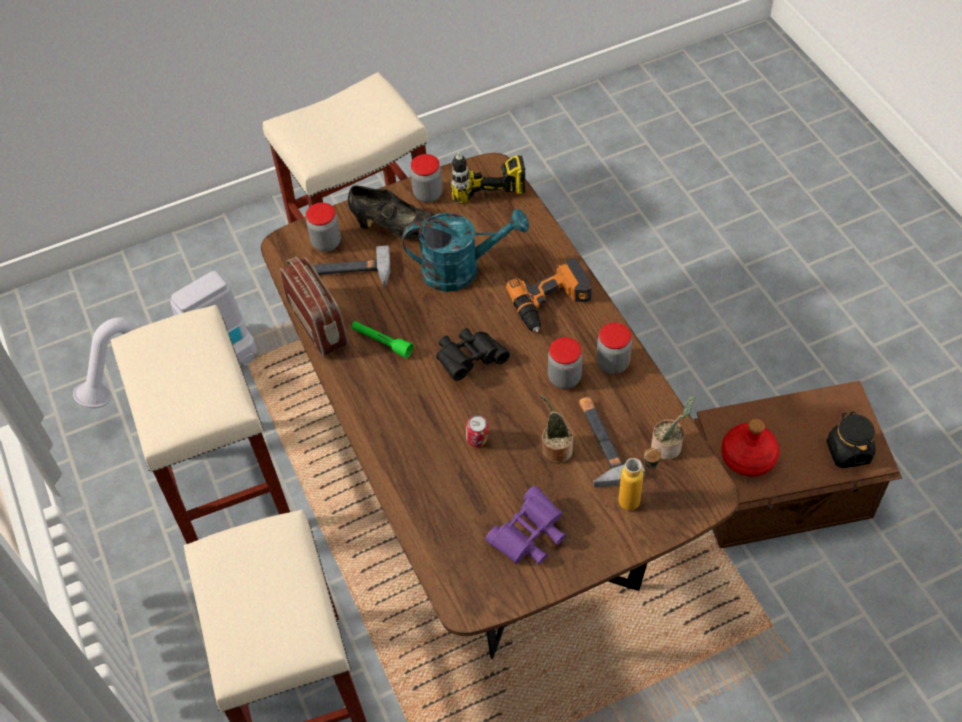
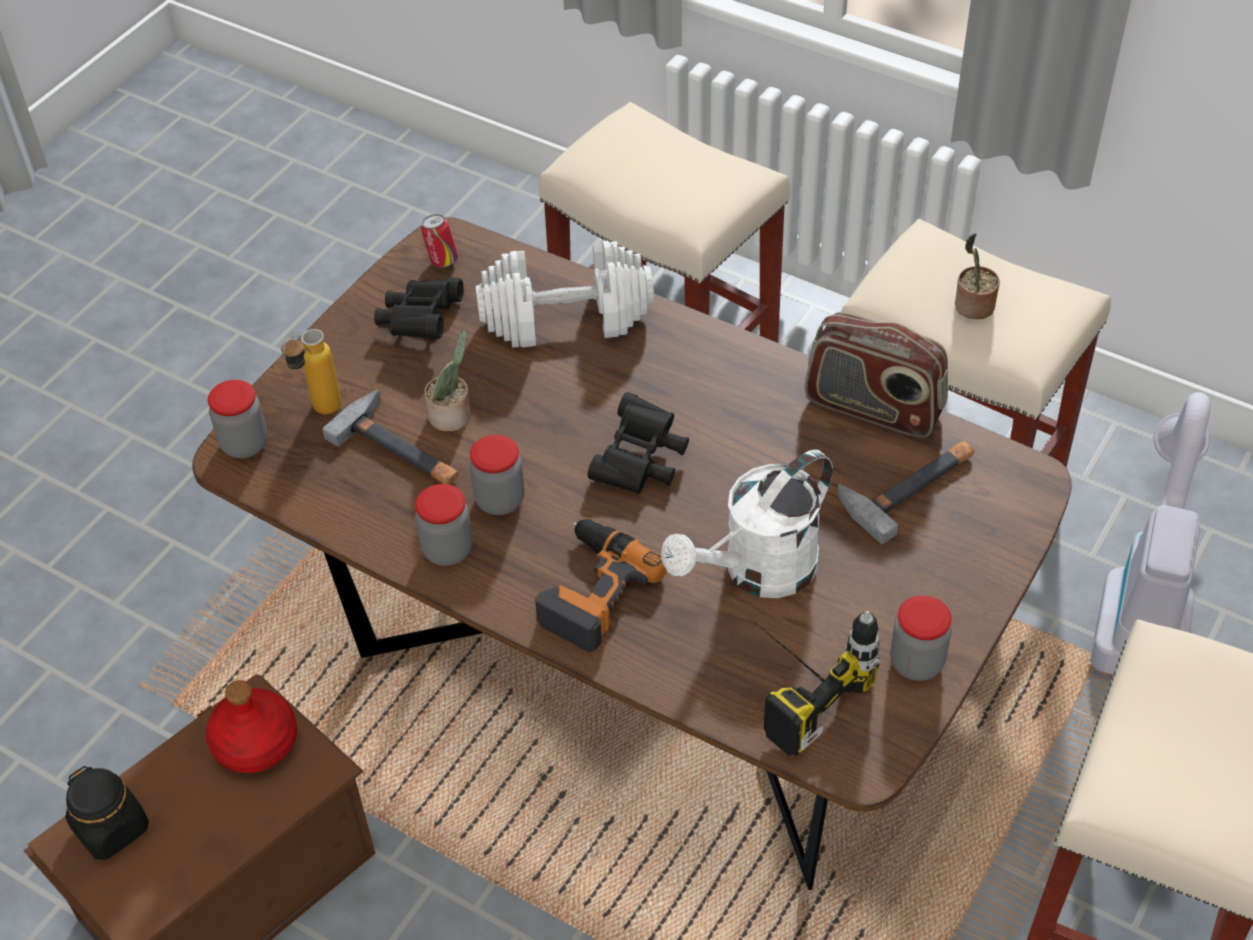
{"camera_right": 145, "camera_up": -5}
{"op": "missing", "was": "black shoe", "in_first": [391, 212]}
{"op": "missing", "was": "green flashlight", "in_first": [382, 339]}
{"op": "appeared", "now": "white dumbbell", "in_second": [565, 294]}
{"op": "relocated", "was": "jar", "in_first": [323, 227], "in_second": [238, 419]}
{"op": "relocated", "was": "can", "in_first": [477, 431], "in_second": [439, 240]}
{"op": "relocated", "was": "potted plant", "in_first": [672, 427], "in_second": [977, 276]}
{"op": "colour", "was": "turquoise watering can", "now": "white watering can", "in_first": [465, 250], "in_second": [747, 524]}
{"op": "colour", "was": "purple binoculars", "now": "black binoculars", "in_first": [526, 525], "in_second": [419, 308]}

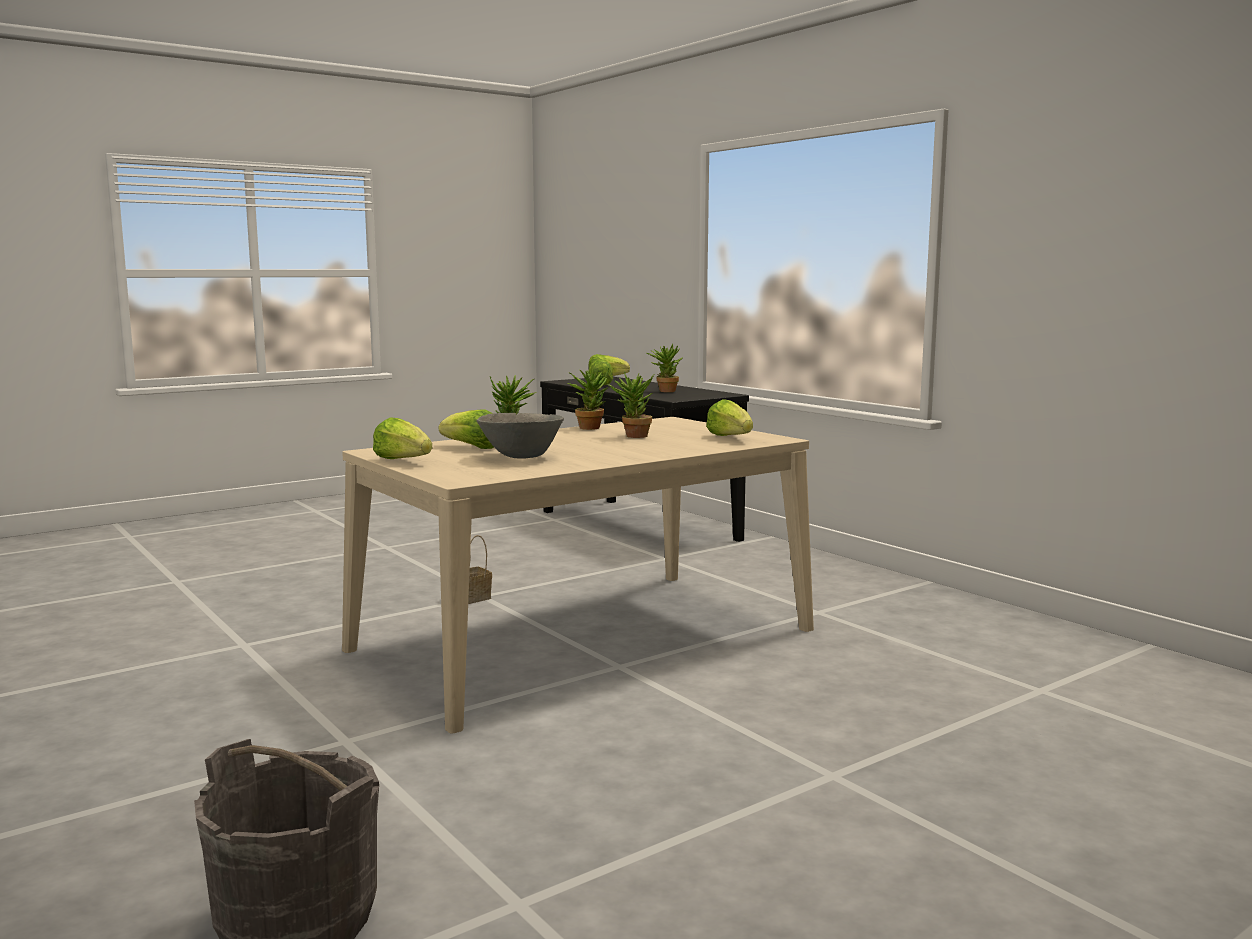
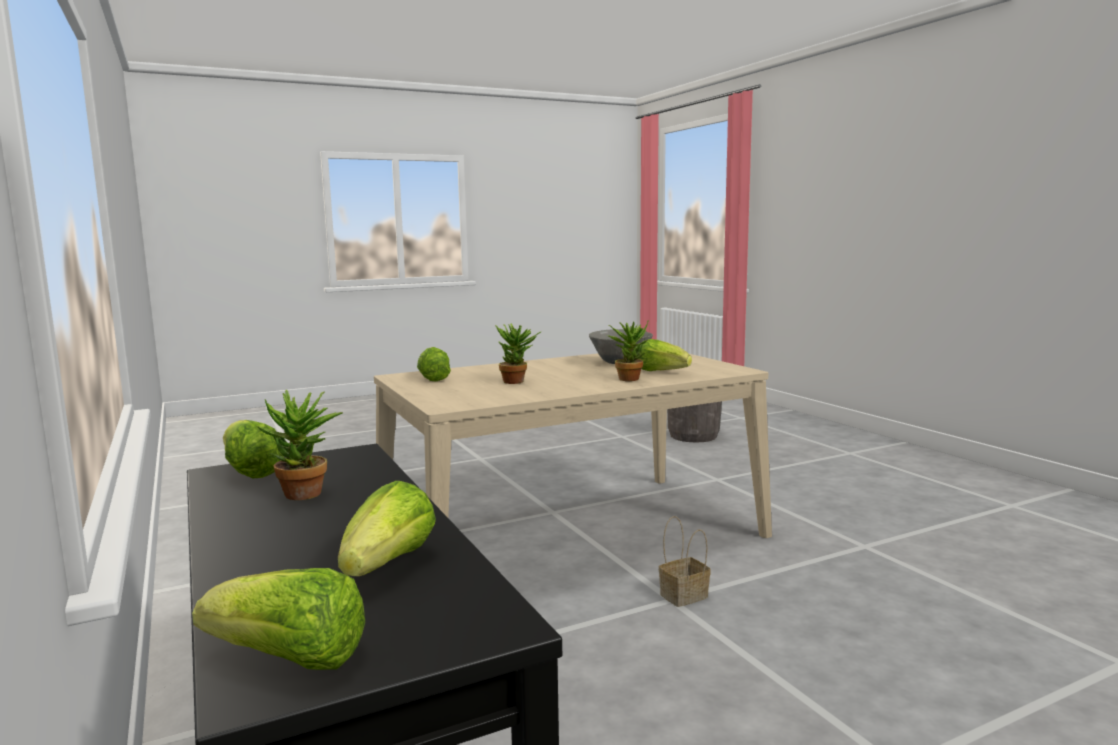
{"camera_right": -170, "camera_up": 0}
{"op": "missing", "was": "potted plant", "in_first": [588, 399]}
{"op": "relocated", "was": "lettuce", "in_first": [402, 438], "in_second": [253, 449]}

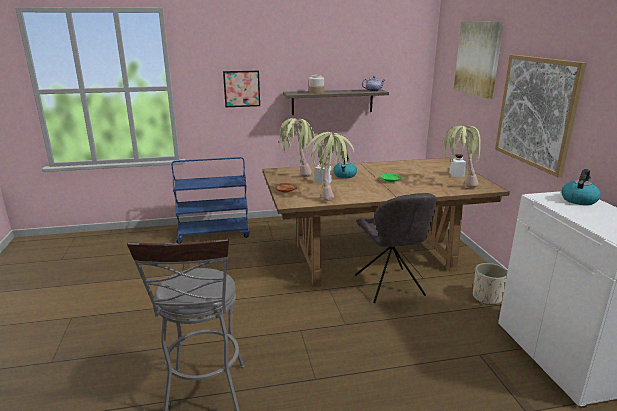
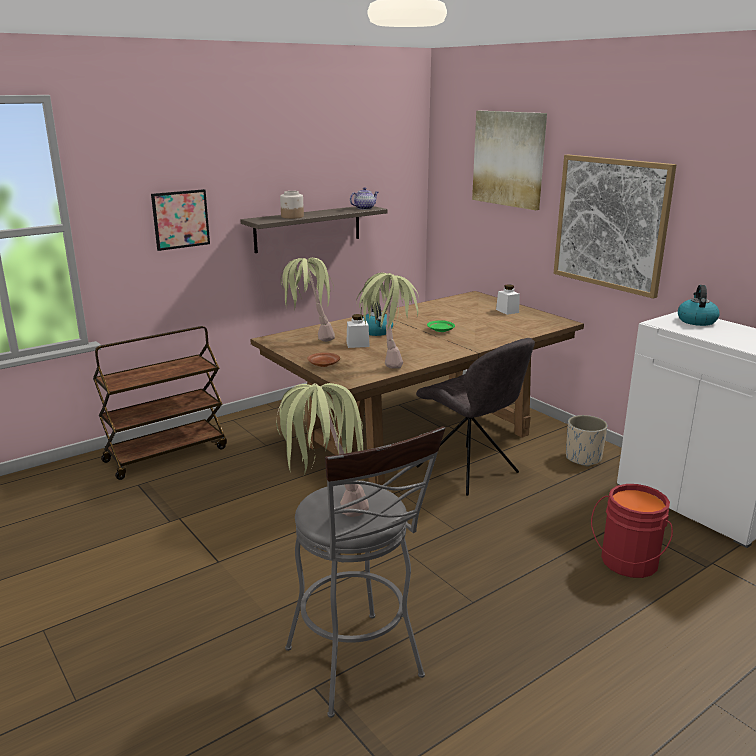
{"camera_right": -25, "camera_up": 0}
{"op": "appeared", "now": "red bucket", "in_second": [632, 531]}
{"op": "relocated", "was": "potted plant", "in_first": [461, 157], "in_second": [322, 450]}
{"op": "colour", "was": "blue cart", "now": "brown cart", "in_first": [211, 200], "in_second": [160, 403]}

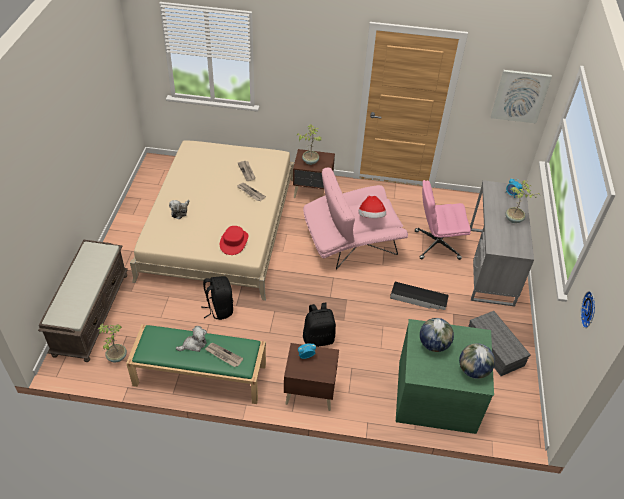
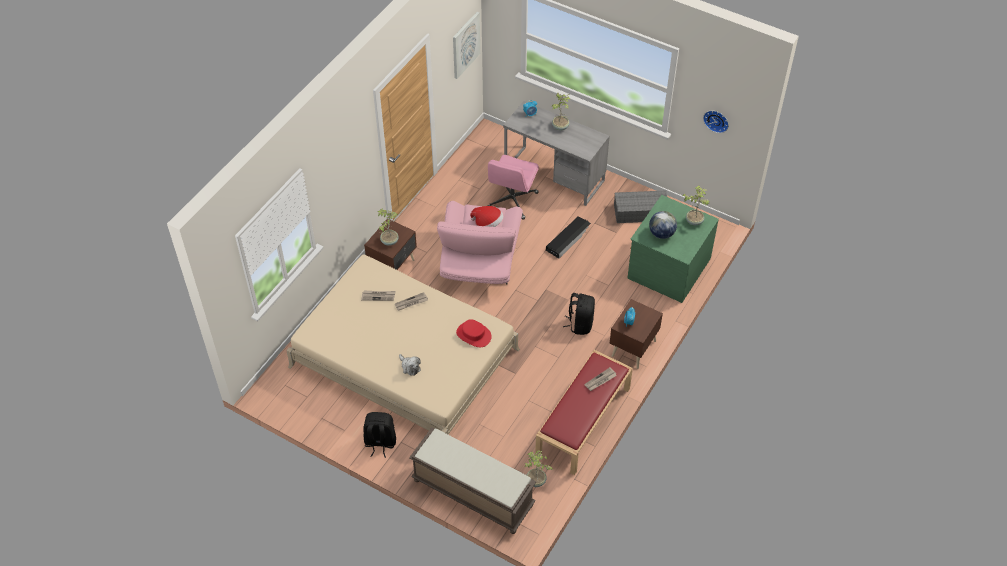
{"camera_right": -65, "camera_up": 5}
{"op": "missing", "was": "plush toy", "in_first": [191, 339]}
{"op": "relocated", "was": "black backpack", "in_first": [217, 298], "in_second": [379, 435]}
{"op": "exchanged", "was": "globe", "now": "potted plant", "in_first": [477, 361], "in_second": [696, 205]}
{"op": "colour", "was": "green bench", "now": "red bench", "in_first": [196, 364], "in_second": [584, 412]}

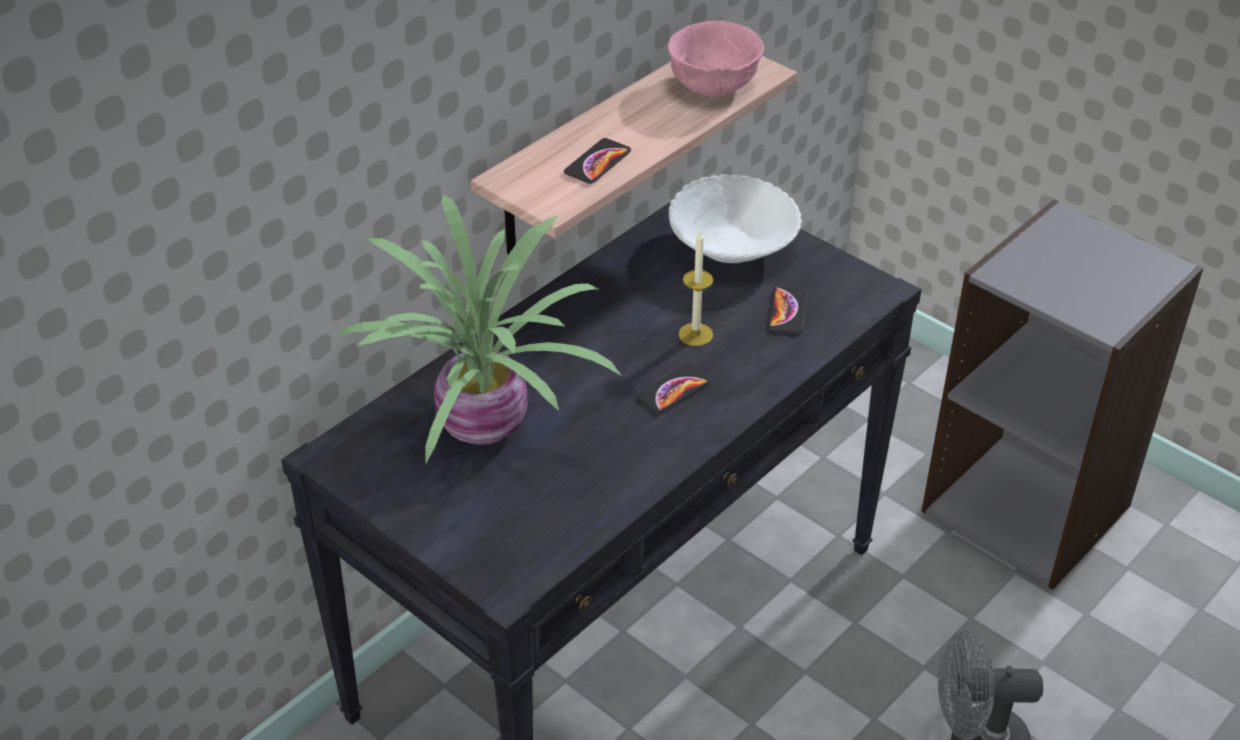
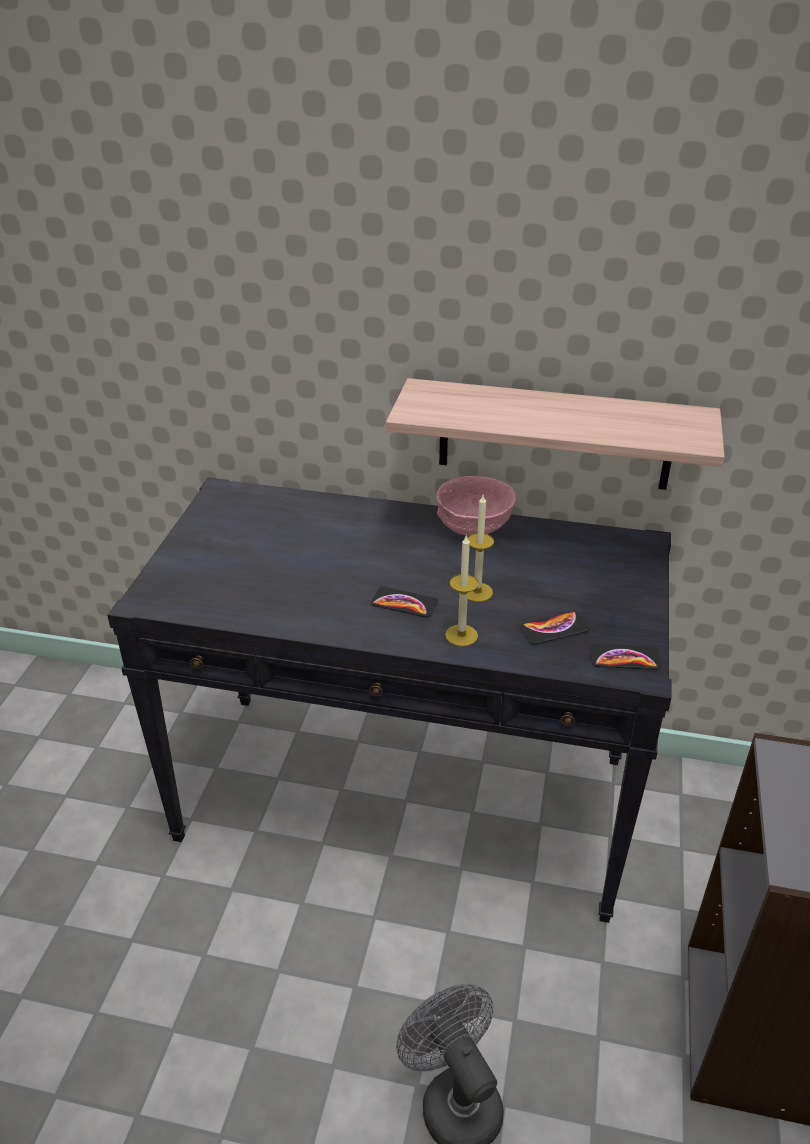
{"camera_right": 60, "camera_up": -5}
{"op": "missing", "was": "potted plant", "in_first": [477, 329]}
{"op": "missing", "was": "white bowl", "in_first": [735, 218]}
{"op": "appeared", "now": "candle", "in_second": [462, 590]}
{"op": "relocated", "was": "phone", "in_first": [597, 161], "in_second": [625, 656]}
{"op": "relocated", "was": "pink bowl", "in_first": [716, 58], "in_second": [476, 506]}

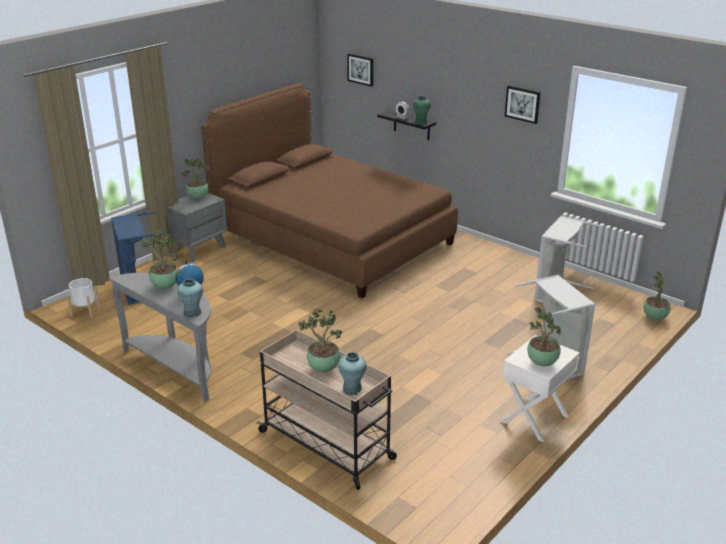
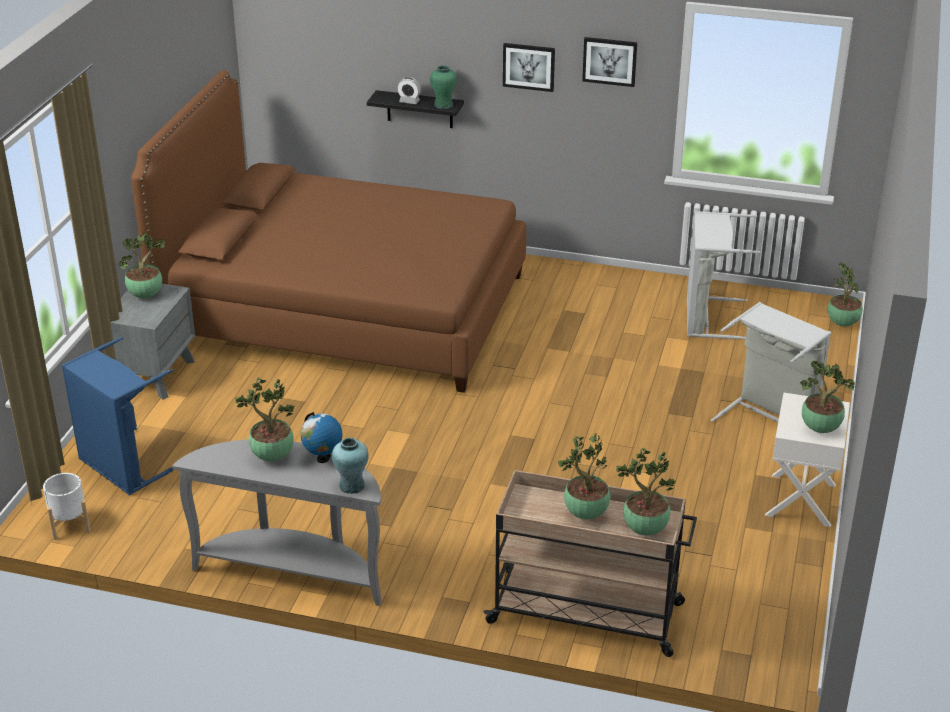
{"camera_right": -25, "camera_up": 5}
{"op": "relocated", "was": "picture", "in_first": [360, 70], "in_second": [529, 67]}
{"op": "exchanged", "was": "turquoise vase", "now": "potted plant", "in_first": [352, 373], "in_second": [646, 492]}

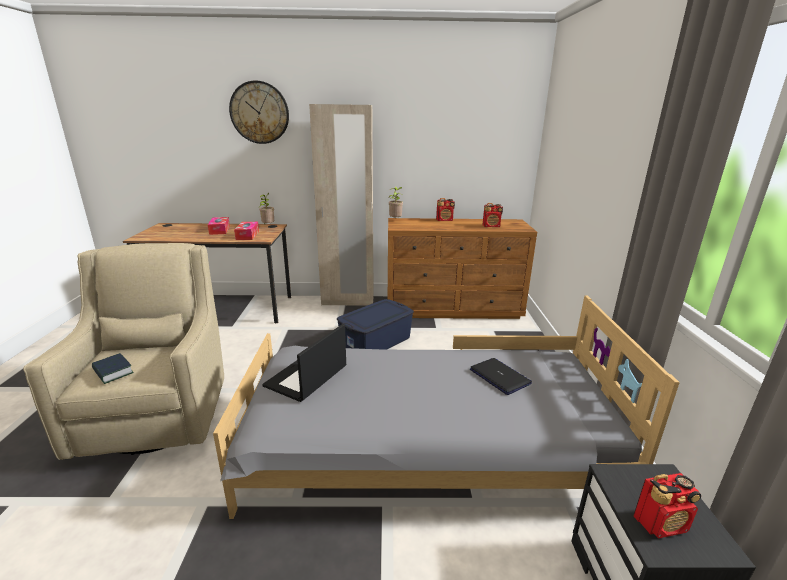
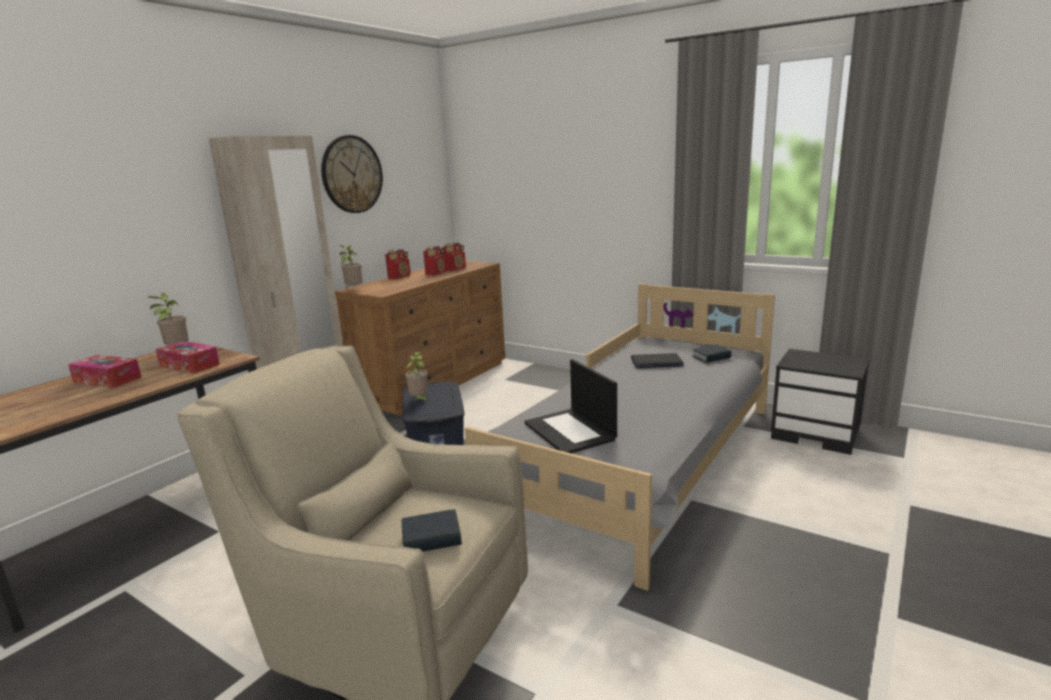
{"camera_right": -55, "camera_up": -5}
{"op": "appeared", "now": "potted plant", "in_second": [416, 377]}
{"op": "appeared", "now": "book", "in_second": [712, 353]}
{"op": "relocated", "was": "wall clock", "in_first": [259, 112], "in_second": [352, 174]}
{"op": "relocated", "was": "radio", "in_first": [667, 506], "in_second": [434, 260]}

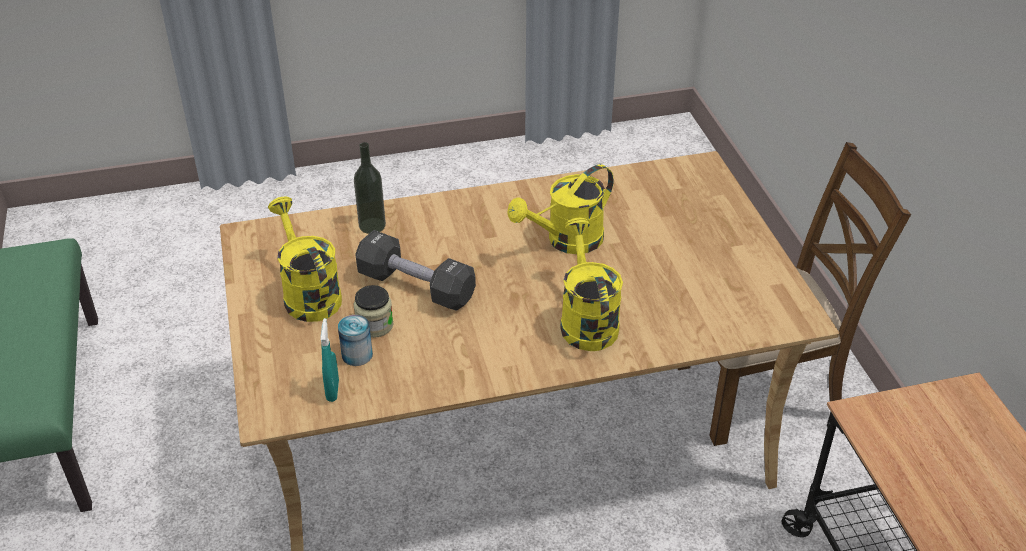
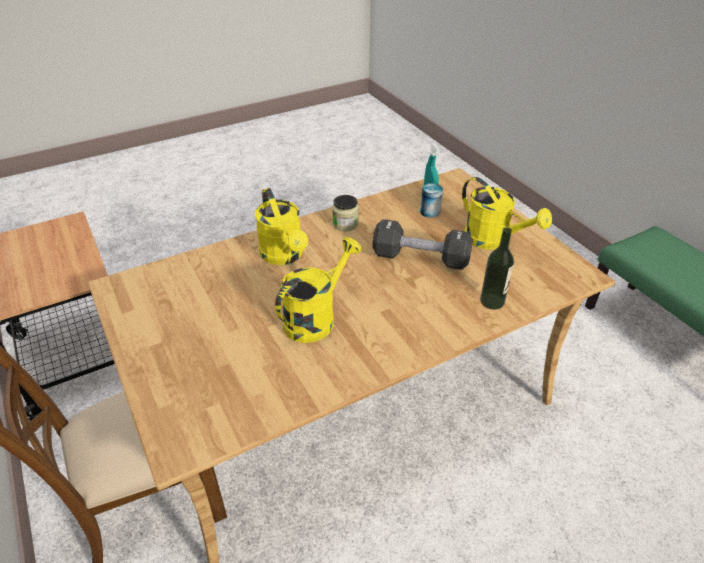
{"camera_right": 165, "camera_up": 0}
{"op": "relocated", "was": "jar", "in_first": [373, 311], "in_second": [345, 213]}

